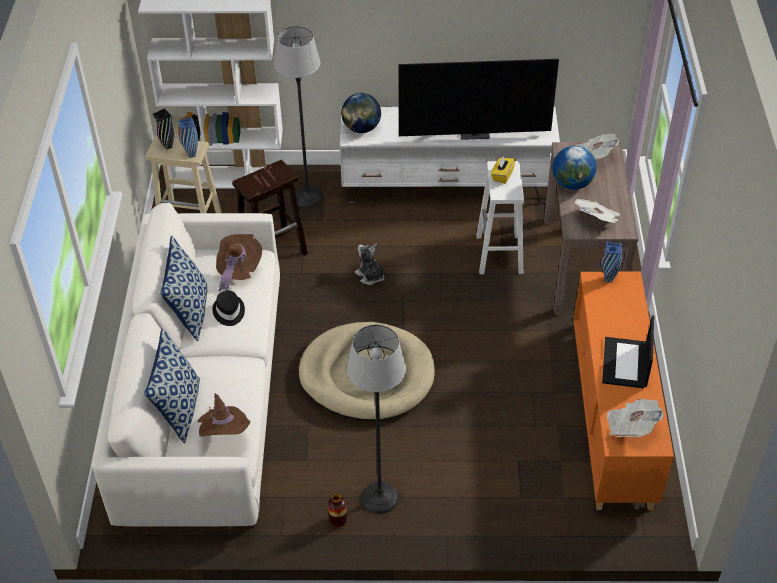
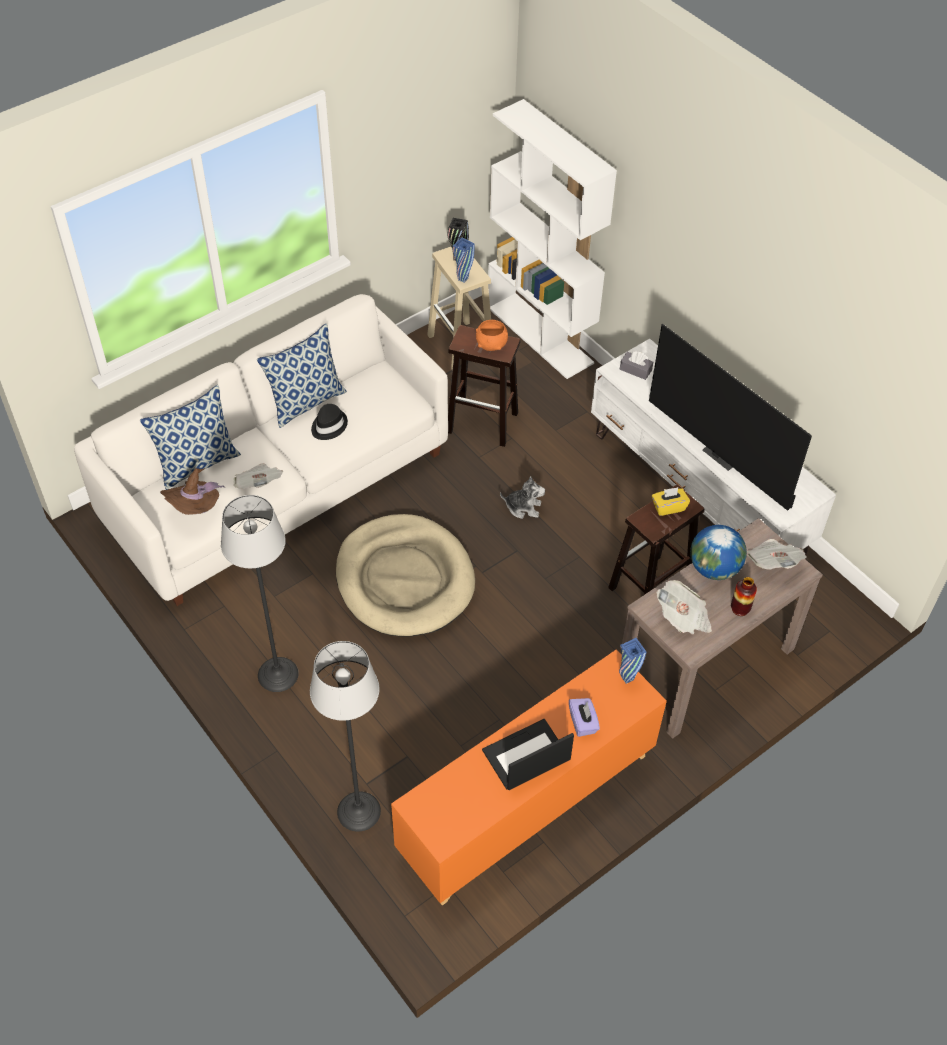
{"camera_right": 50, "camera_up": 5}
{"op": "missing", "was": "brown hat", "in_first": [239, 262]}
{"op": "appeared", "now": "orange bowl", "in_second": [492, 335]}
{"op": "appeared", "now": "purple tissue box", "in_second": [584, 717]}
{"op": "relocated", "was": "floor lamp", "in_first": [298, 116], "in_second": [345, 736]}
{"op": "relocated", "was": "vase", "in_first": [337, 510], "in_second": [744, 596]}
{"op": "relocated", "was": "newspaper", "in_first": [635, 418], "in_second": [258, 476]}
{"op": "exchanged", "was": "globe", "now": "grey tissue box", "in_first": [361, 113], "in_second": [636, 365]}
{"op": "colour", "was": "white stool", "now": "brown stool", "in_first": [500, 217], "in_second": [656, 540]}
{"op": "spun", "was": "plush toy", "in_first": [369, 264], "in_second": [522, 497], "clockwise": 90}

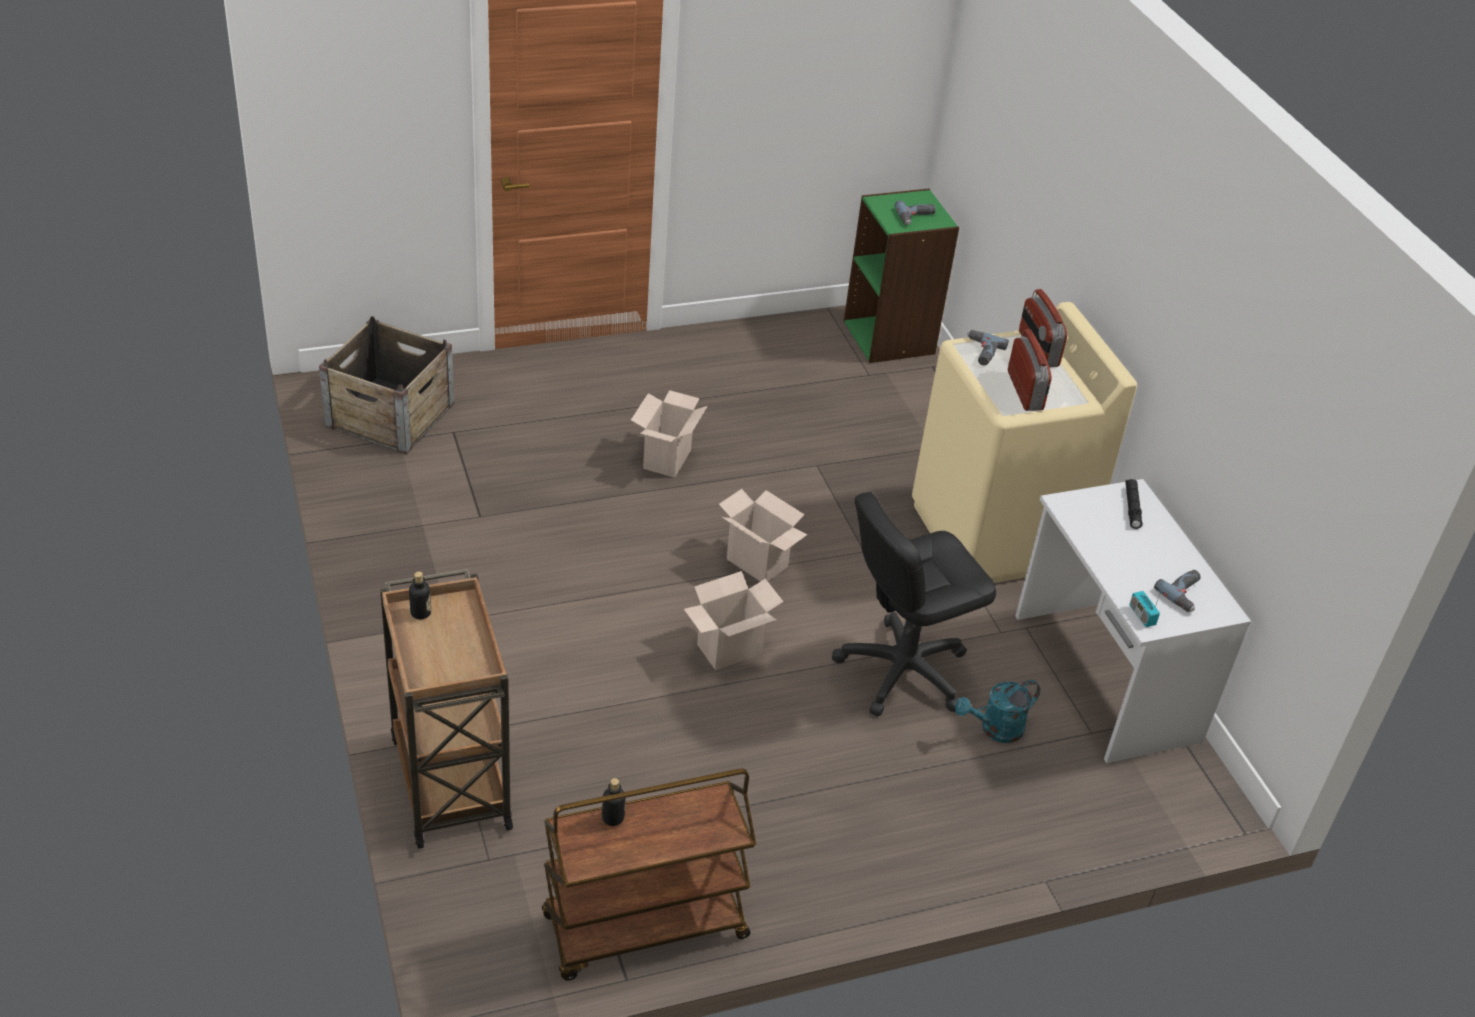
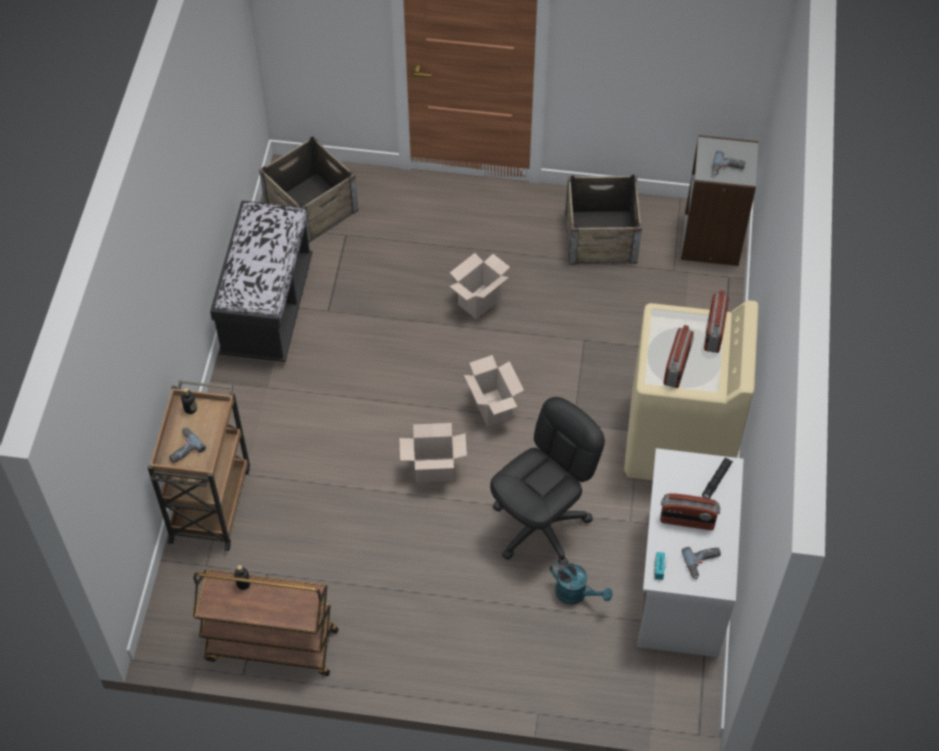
{"camera_right": 30, "camera_up": 15}
{"op": "appeared", "now": "black bench", "in_second": [261, 281]}
{"op": "appeared", "now": "crate", "in_second": [603, 219]}
{"op": "appeared", "now": "radio", "in_second": [690, 511]}
{"op": "relocated", "was": "power drill", "in_first": [988, 348], "in_second": [187, 445]}
{"op": "colour", "was": "green bookcase", "now": "grey bookcase", "in_first": [901, 276], "in_second": [720, 200]}
{"op": "spun", "was": "black office chair", "in_first": [914, 604], "in_second": [547, 481], "clockwise": 135}
{"op": "spun", "was": "turquoise watering can", "in_first": [997, 711], "in_second": [581, 583], "clockwise": -150}

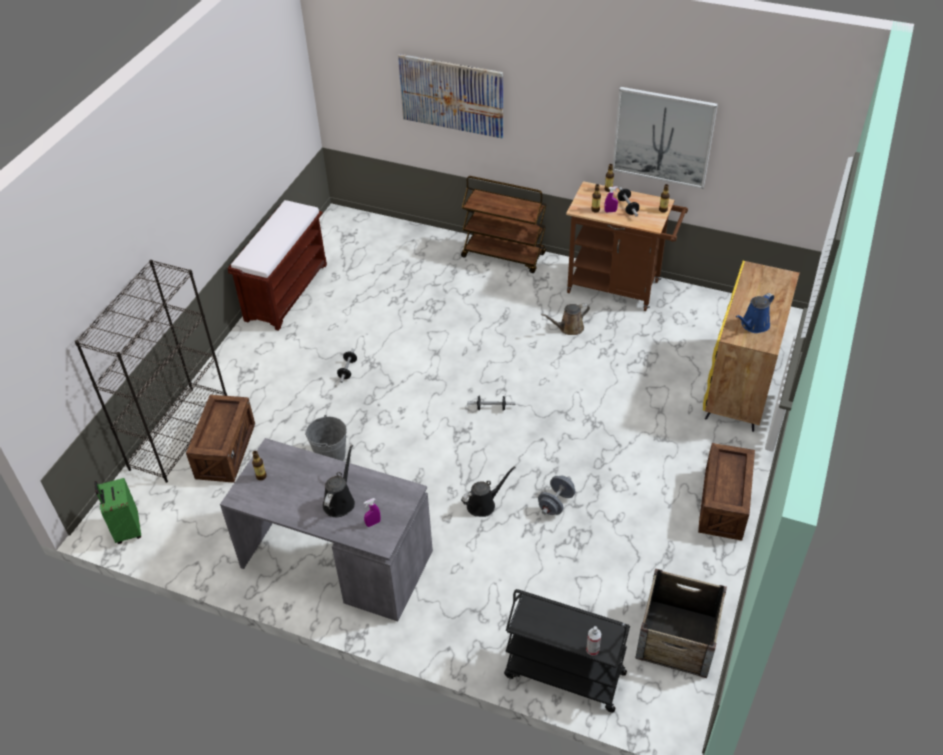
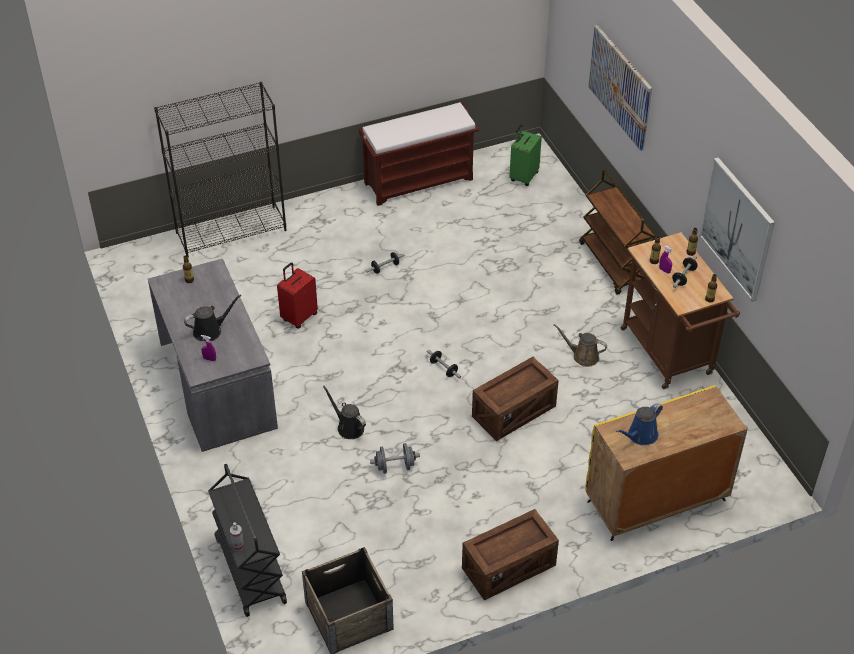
{"camera_right": 45, "camera_up": 0}
{"op": "relocated", "was": "green suitcase", "in_first": [117, 511], "in_second": [525, 155]}
{"op": "relocated", "was": "crate", "in_first": [220, 439], "in_second": [515, 399]}
{"op": "exchanged", "was": "grey bucket", "now": "red suitcase", "in_first": [326, 438], "in_second": [297, 295]}
{"op": "spun", "was": "black watering can", "in_first": [488, 491], "in_second": [344, 412], "clockwise": -150}
{"op": "spun", "was": "blue watering can", "in_first": [754, 313], "in_second": [639, 424], "clockwise": -45}

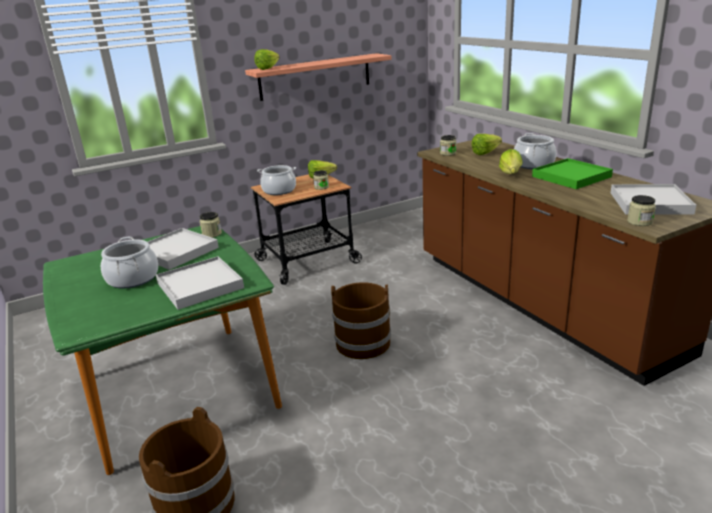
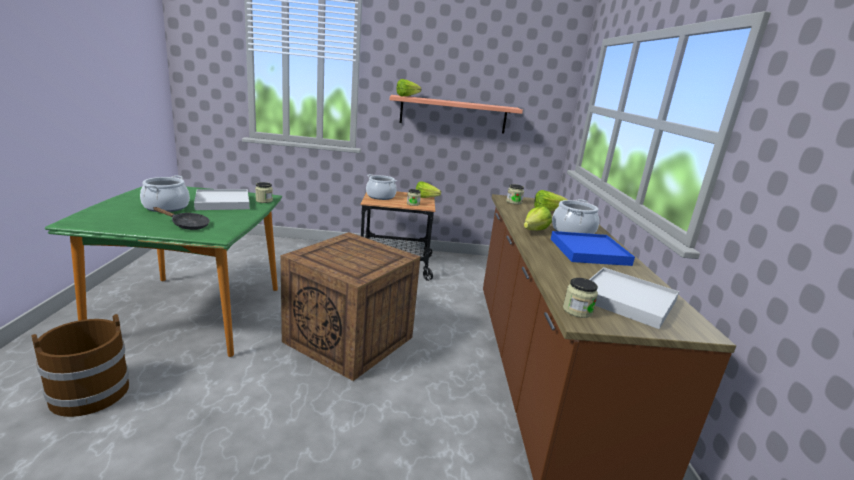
{"camera_right": 25, "camera_up": -5}
{"op": "exchanged", "was": "white tray", "now": "black frying pan", "in_first": [200, 283], "in_second": [181, 218]}
{"op": "exchanged", "was": "brown bucket", "now": "crate", "in_first": [361, 320], "in_second": [350, 306]}
{"op": "colour", "was": "green tray", "now": "blue tray", "in_first": [572, 173], "in_second": [593, 248]}

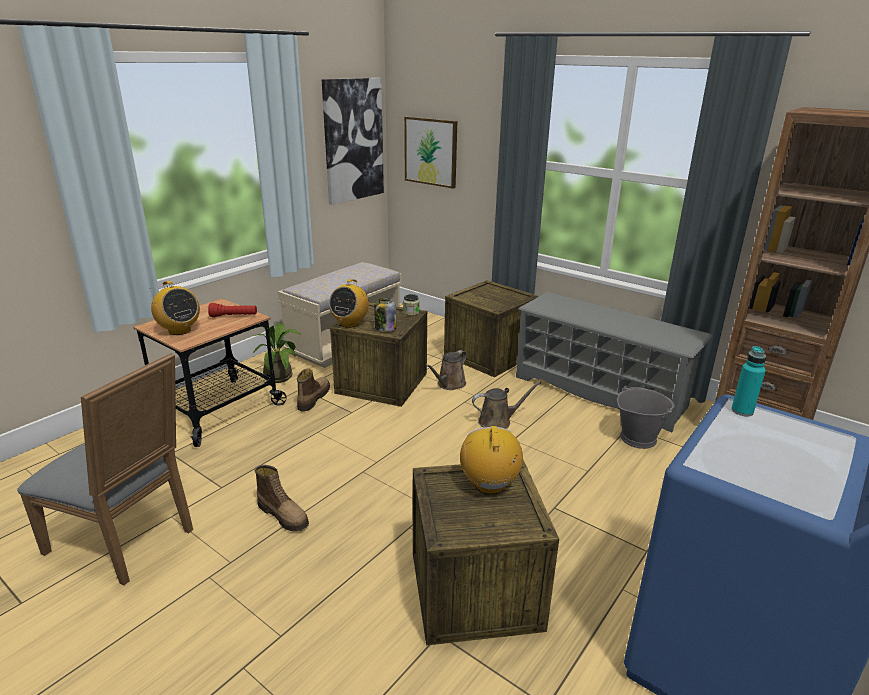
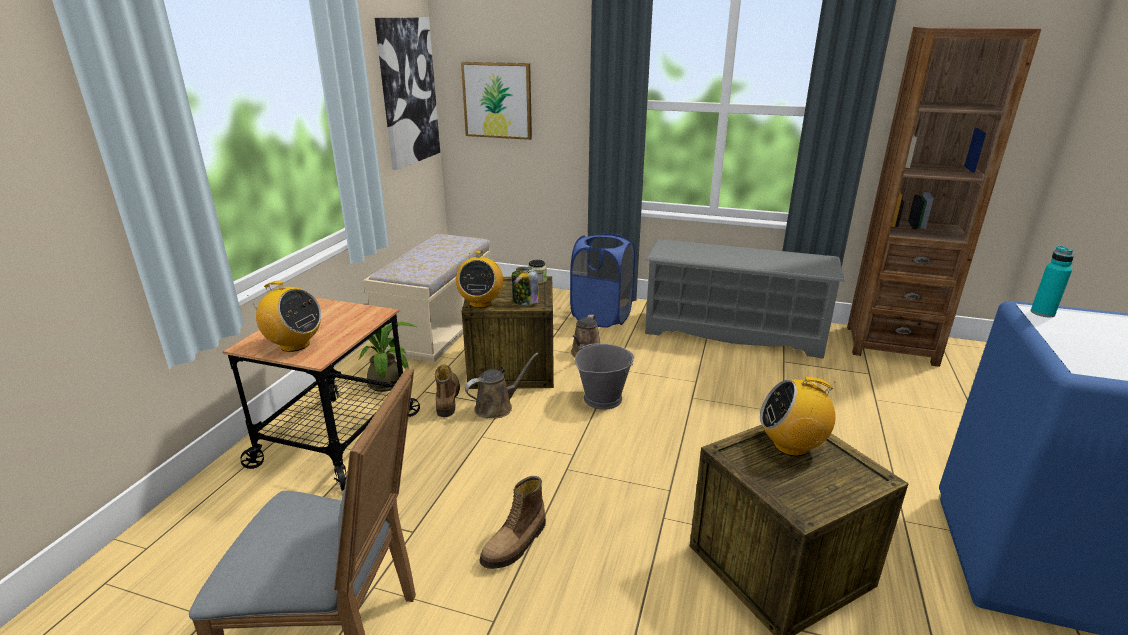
{"camera_right": -20, "camera_up": 0}
{"op": "missing", "was": "red flashlight", "in_first": [232, 310]}
{"op": "relocated", "was": "brown watering can", "in_first": [506, 405], "in_second": [502, 385]}
{"op": "relocated", "was": "grey bucket", "in_first": [646, 417], "in_second": [604, 376]}
{"op": "exchanged", "was": "crate", "now": "blue laundry basket", "in_first": [491, 329], "in_second": [602, 280]}
{"op": "spun", "was": "boot", "in_first": [282, 498], "in_second": [513, 522], "clockwise": 105}
{"op": "spun", "was": "radio", "in_first": [491, 460], "in_second": [798, 416], "clockwise": -60}

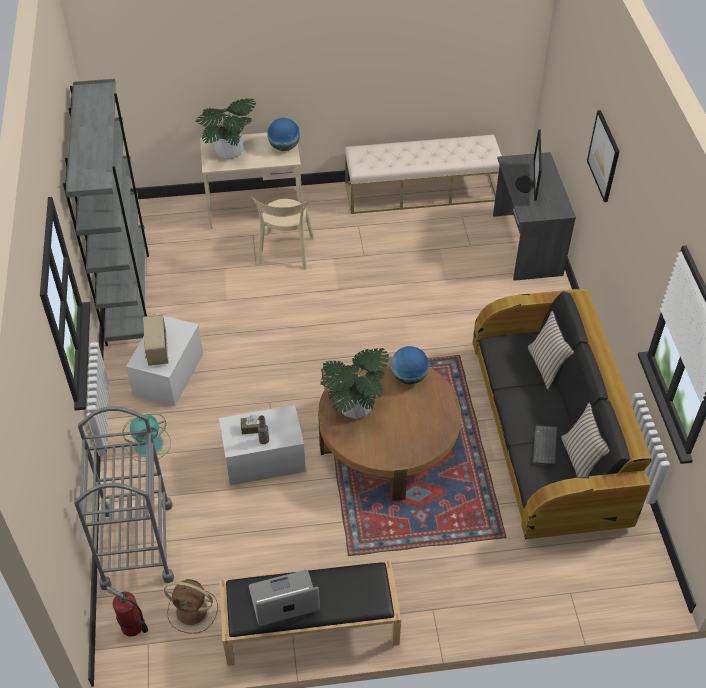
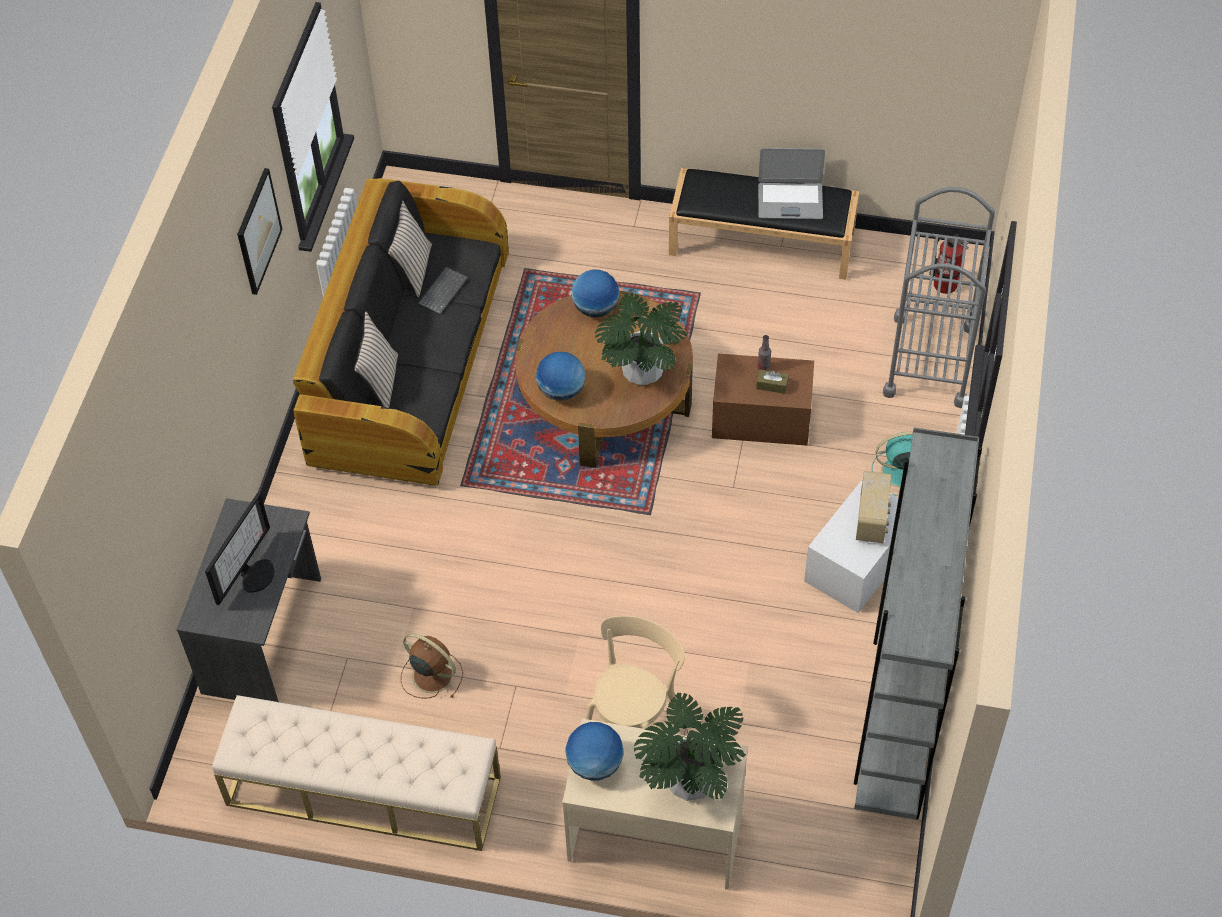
{"camera_right": -160, "camera_up": 5}
{"op": "appeared", "now": "globe", "in_second": [595, 293]}
{"op": "relocated", "was": "brown fan", "in_first": [191, 606], "in_second": [432, 666]}
{"op": "relocated", "was": "picture", "in_first": [603, 156], "in_second": [260, 231]}
{"op": "colour", "was": "white storage box", "now": "brown storage box", "in_first": [262, 445], "in_second": [763, 400]}

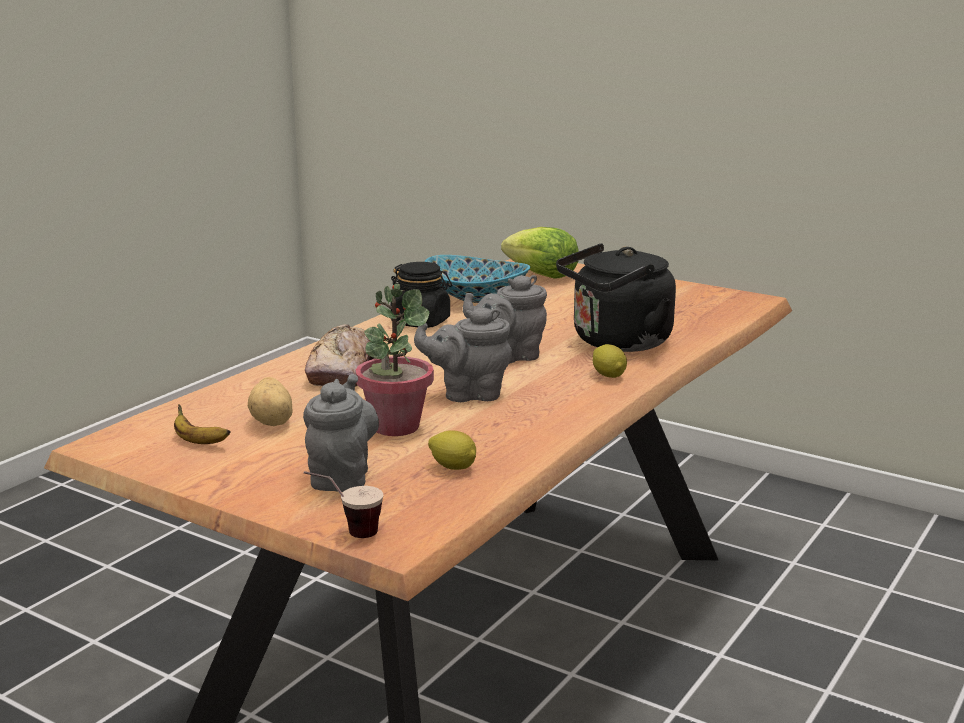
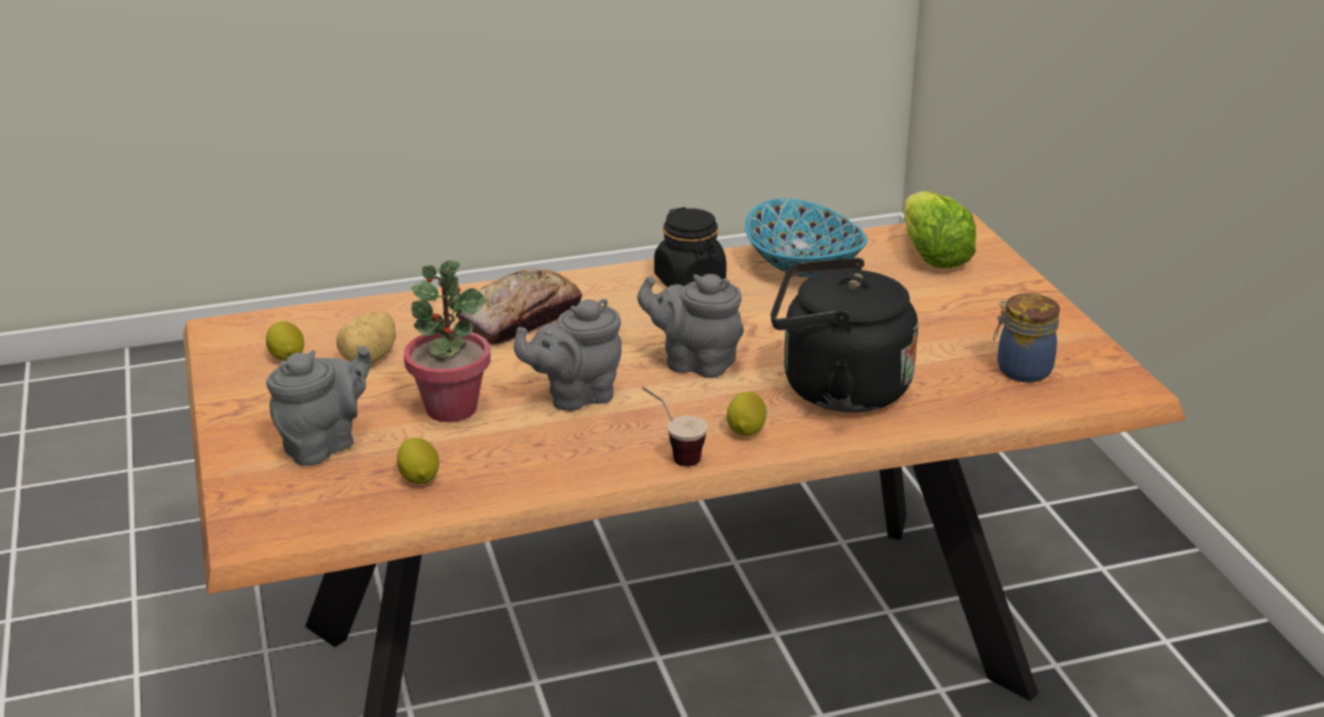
{"camera_right": 40, "camera_up": 10}
{"op": "appeared", "now": "jar", "in_second": [1026, 337]}
{"op": "relocated", "was": "cup", "in_first": [343, 504], "in_second": [675, 426]}
{"op": "exchanged", "was": "banana", "now": "lemon", "in_first": [202, 424], "in_second": [285, 341]}
{"op": "spun", "was": "grey teapot", "in_first": [463, 354], "in_second": [568, 355], "clockwise": -60}

